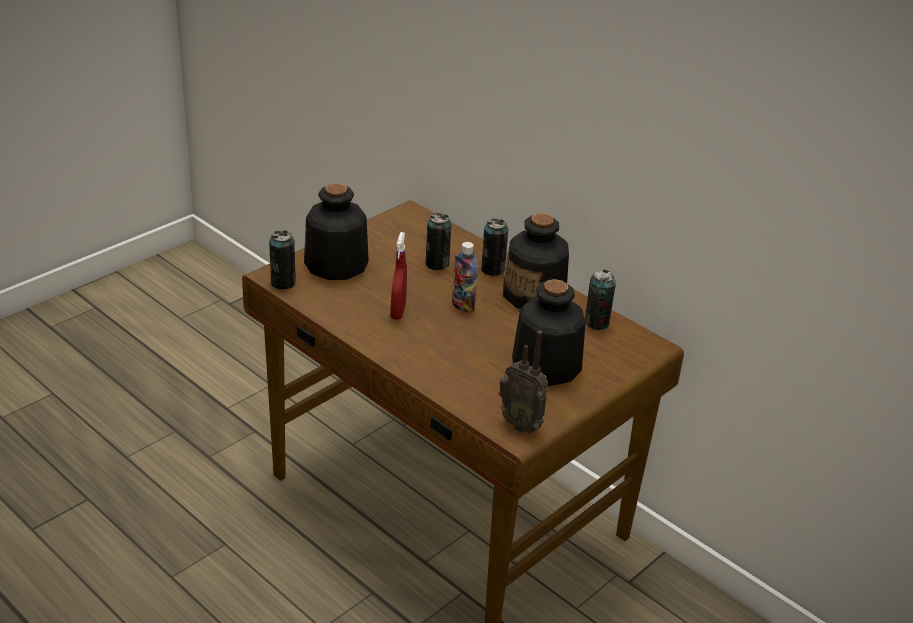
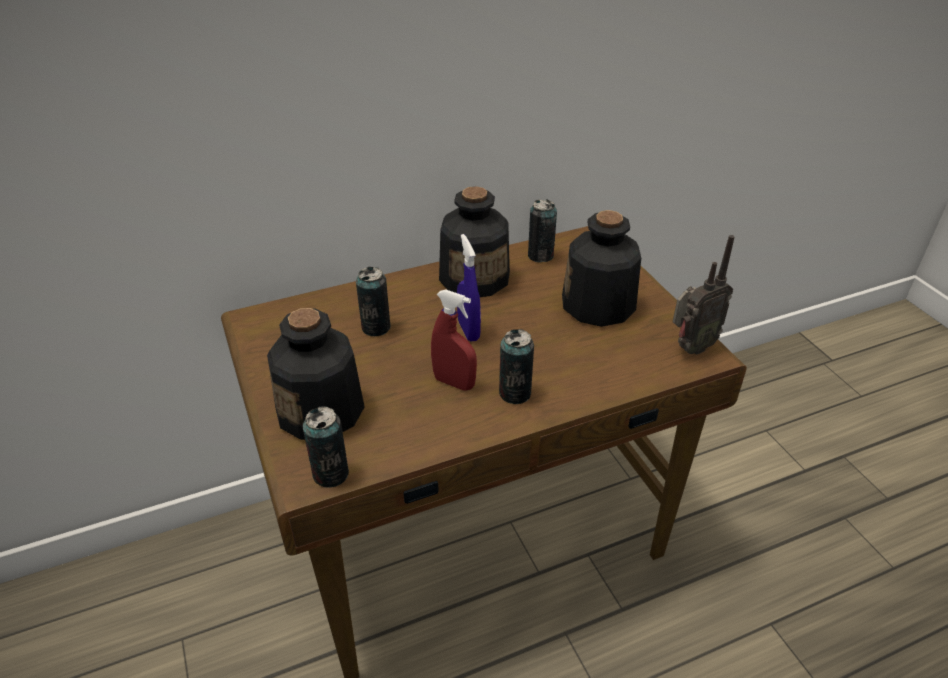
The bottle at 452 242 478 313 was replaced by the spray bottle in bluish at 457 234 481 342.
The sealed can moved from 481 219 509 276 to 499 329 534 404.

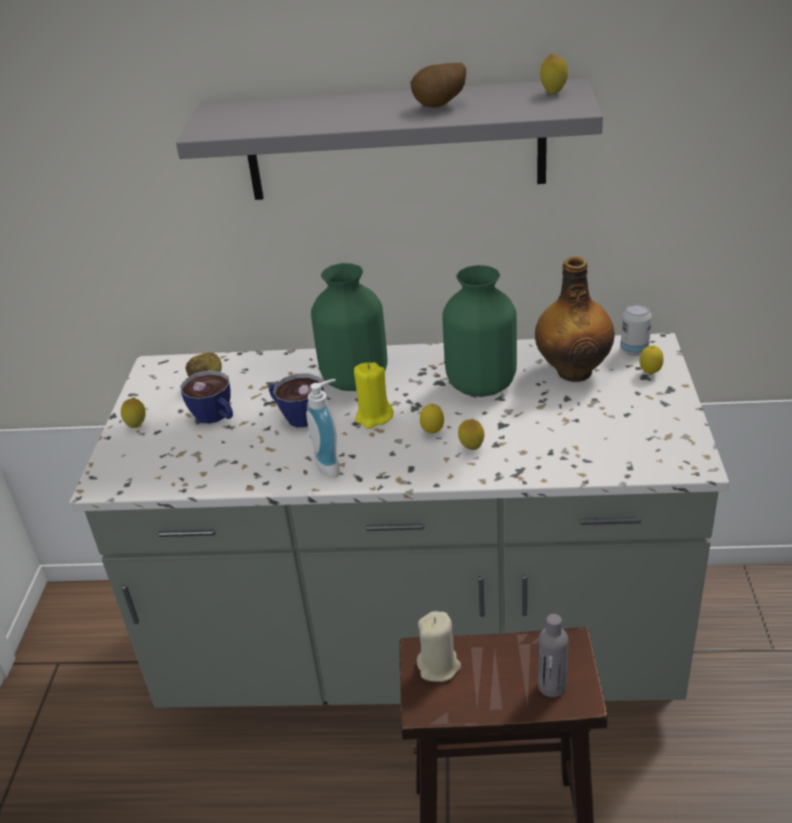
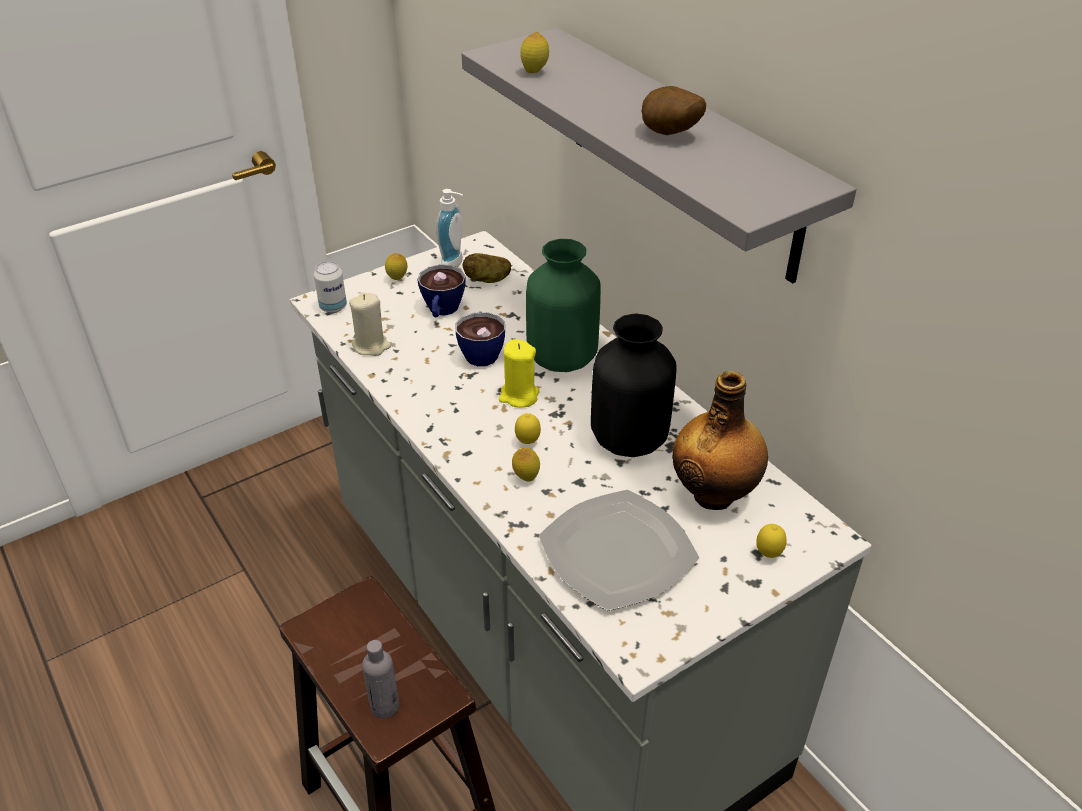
The sealed can moved from 620 303 652 356 to 314 261 347 313.
The candle in beige-coloured moved from 417 611 461 682 to 349 293 391 356.
The soap bottle moved from 306 379 340 478 to 436 189 463 267.
The whole lemon moved from 540 54 568 94 to 520 32 549 73.
The flat dish at 539 490 699 611 appeared.
The flower vase in green-coloured at 442 265 517 397 became the flower vase in black at 591 314 677 457.

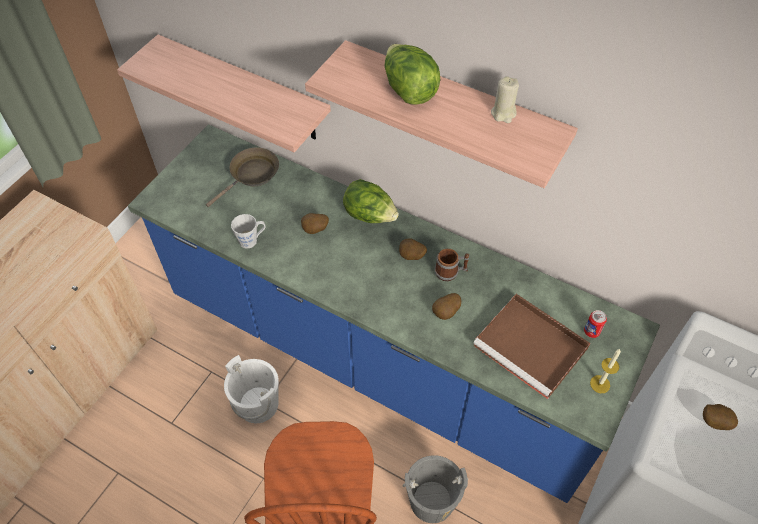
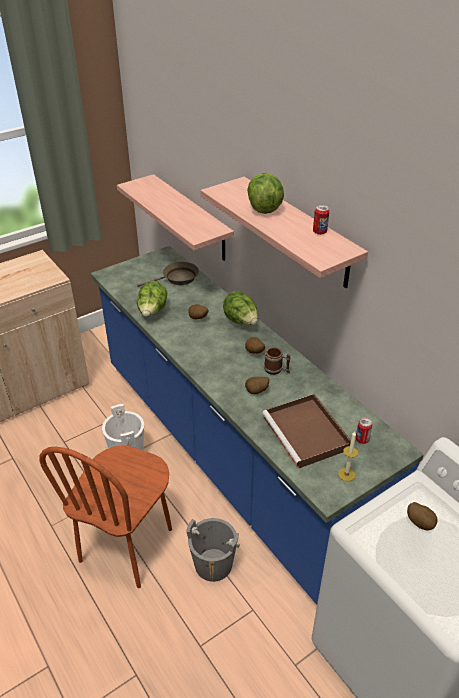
The tea mug in greyish at 231 214 266 249 was replaced by the lettuce at 137 281 167 317.
The candle in beige-coloured at 491 76 519 123 was replaced by the sealed can at 313 205 329 235.

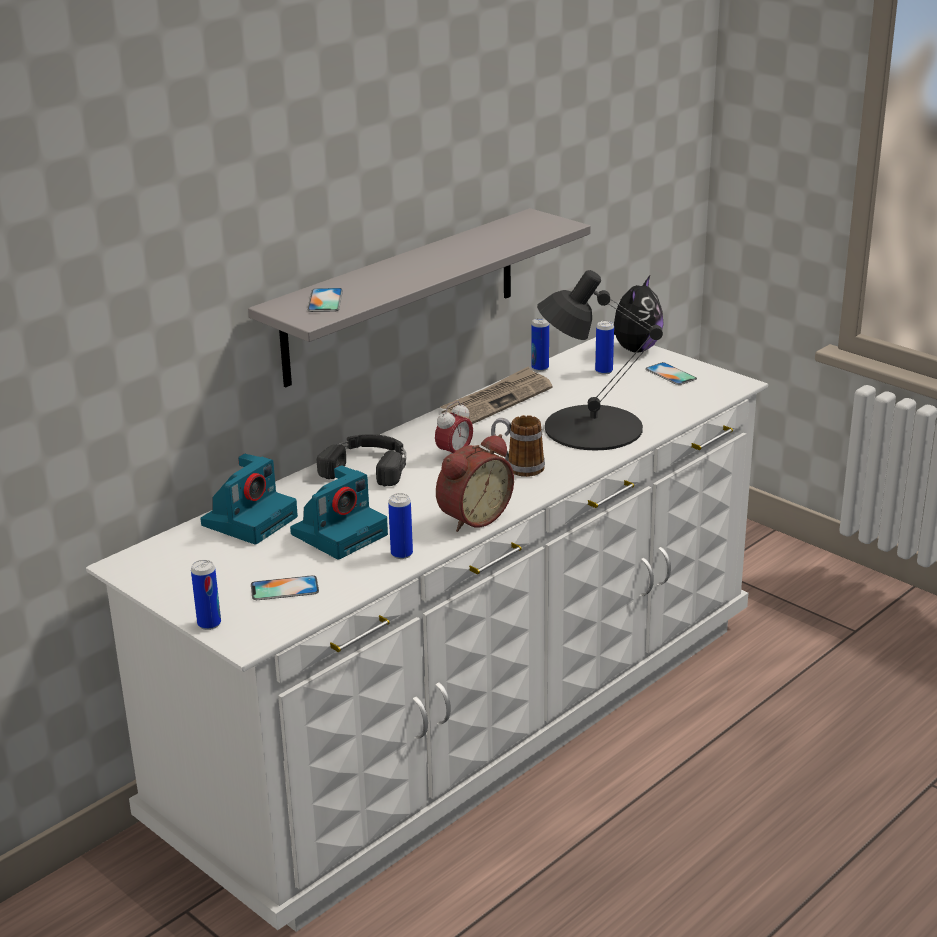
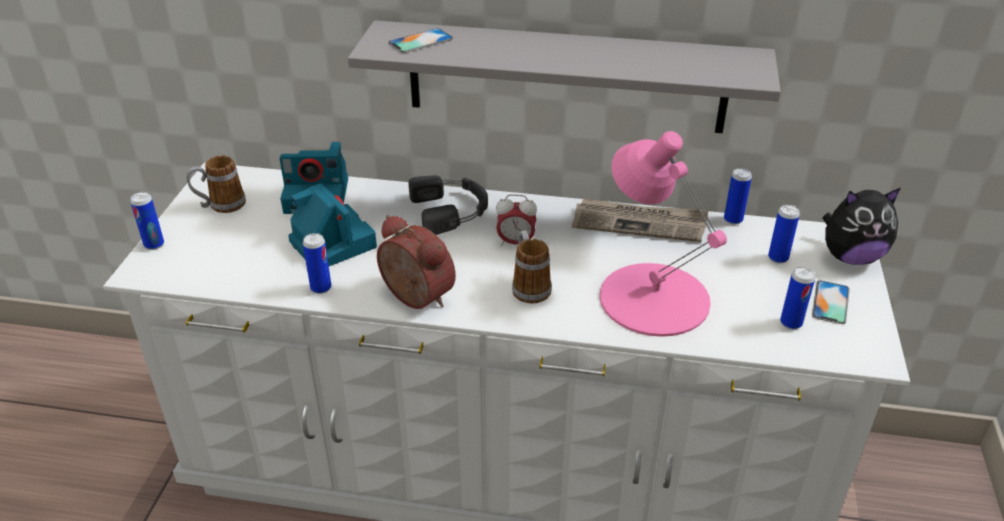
The tea mug at 186 155 246 213 appeared.
The still camera at 290 465 388 560 turned 135 degrees counterclockwise.
The table clock at 436 434 514 532 turned 150 degrees counterclockwise.
The table lamp in black at 537 270 663 450 became the table lamp in pink at 600 131 727 337.
The sealed can at 780 267 815 329 appeared.
The handset at 251 575 319 600 disappeared.

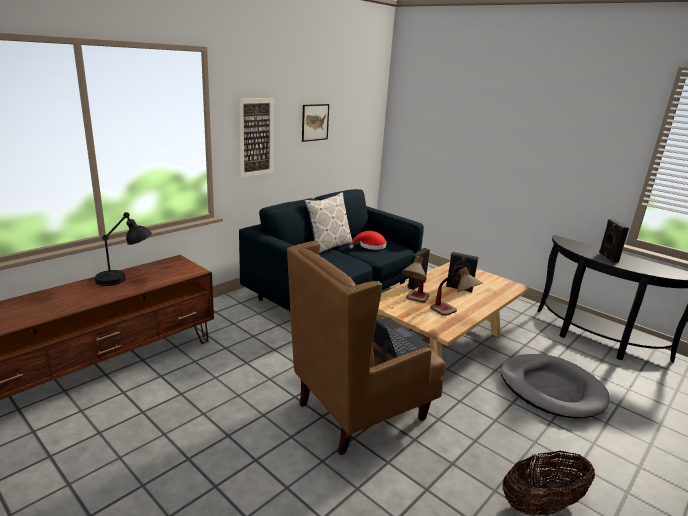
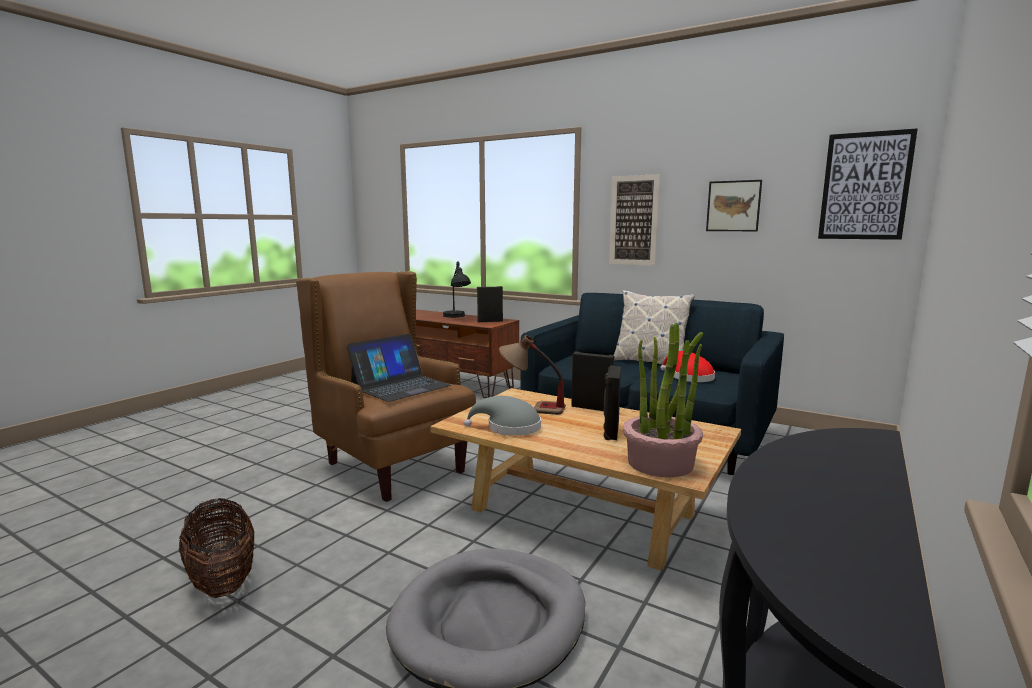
The table lamp at 430 268 483 316 was replaced by the clothing hat in greyish at 464 396 541 436.
The speaker in black moved from 599 219 629 263 to 477 286 503 322.
The potted plant at 623 322 703 477 appeared.
The wall picture at 818 128 918 240 appeared.

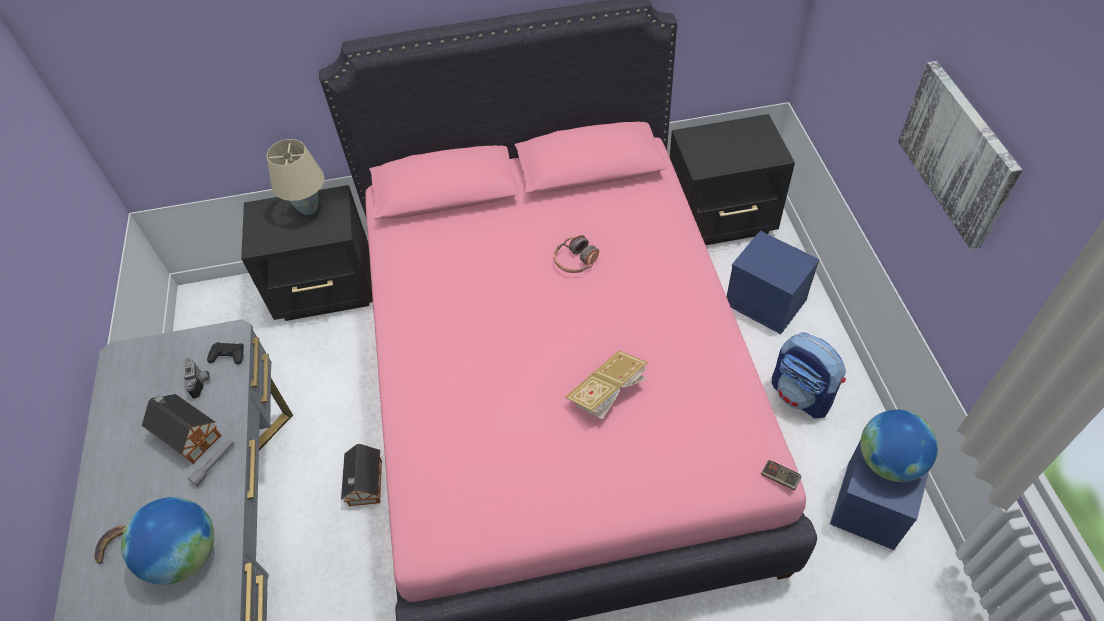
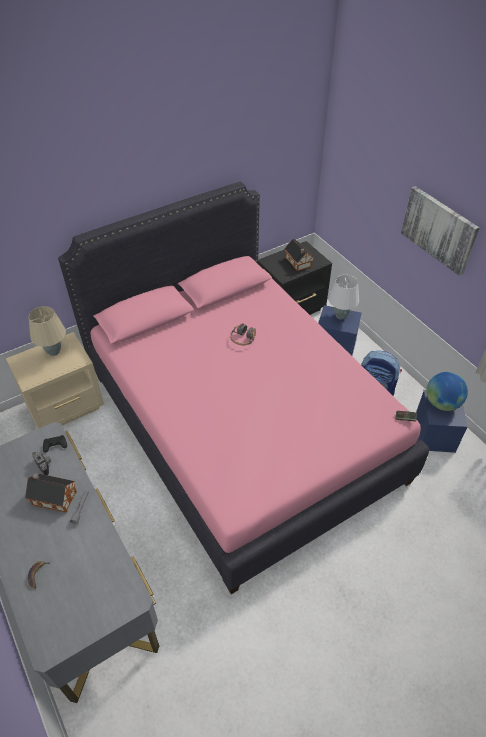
The bedside table in black at 241 185 373 321 became the bedside table in beige-coloured at 6 332 104 429.
The miniature house moved from 341 444 382 506 to 284 239 314 271.
The table lamp in white at 328 275 359 319 appeared.
The globe at 121 497 214 585 disappeared.
The book at 565 351 648 419 disappeared.

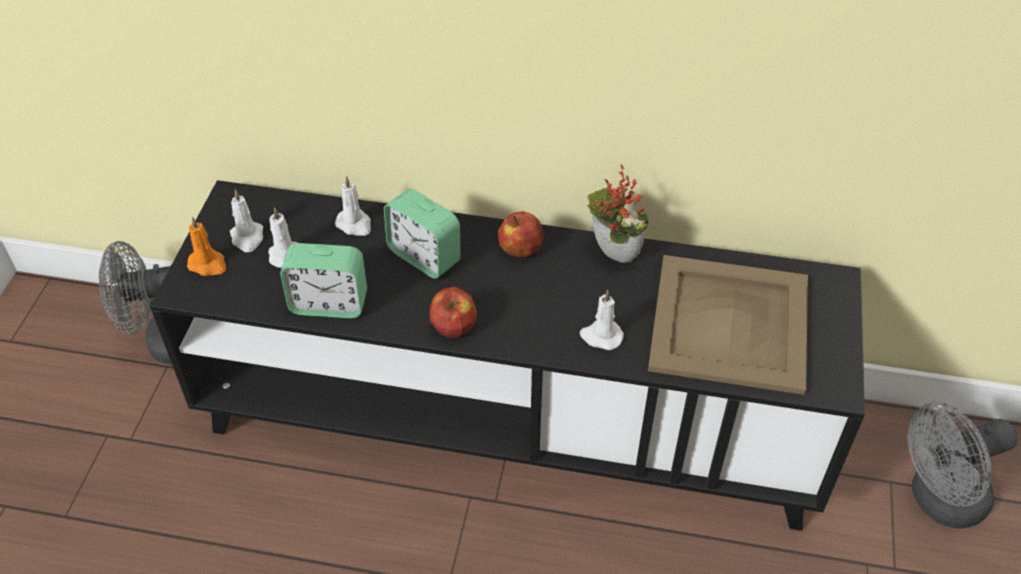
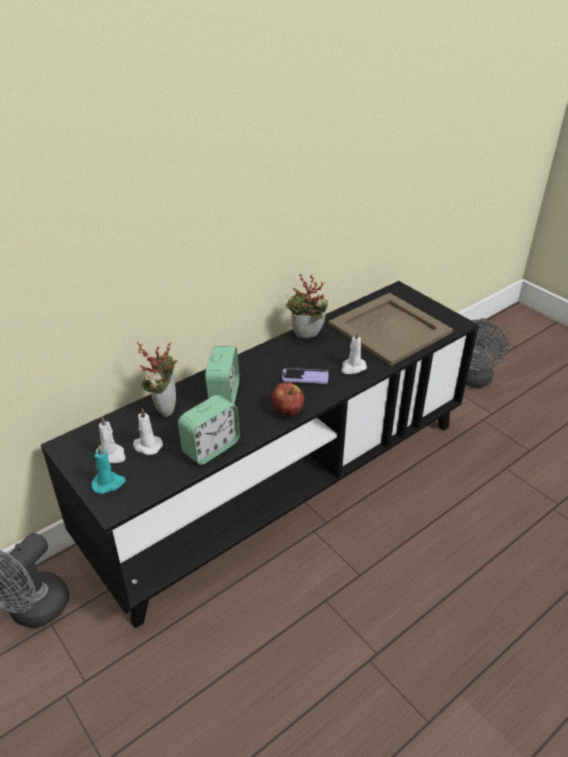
The candle in orange-coloured at 187 216 226 276 became the candle in turquoise at 91 445 126 494.
The candle in white at 335 176 371 236 was replaced by the potted plant at 137 342 177 417.
The table clock at 384 189 460 279 turned 75 degrees counterclockwise.
The handset at 282 368 329 384 appeared.
The apple fruit at 498 211 544 258 disappeared.

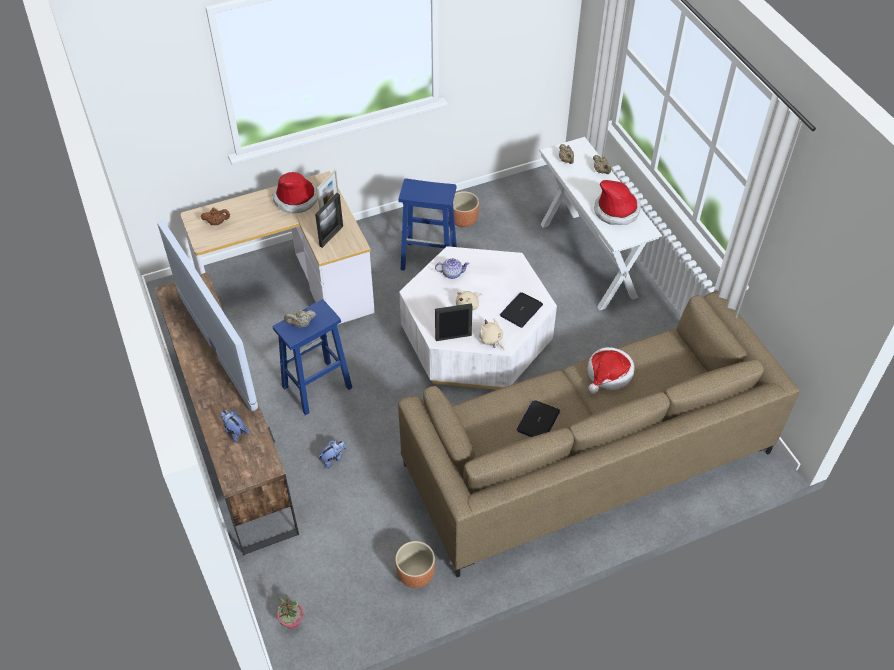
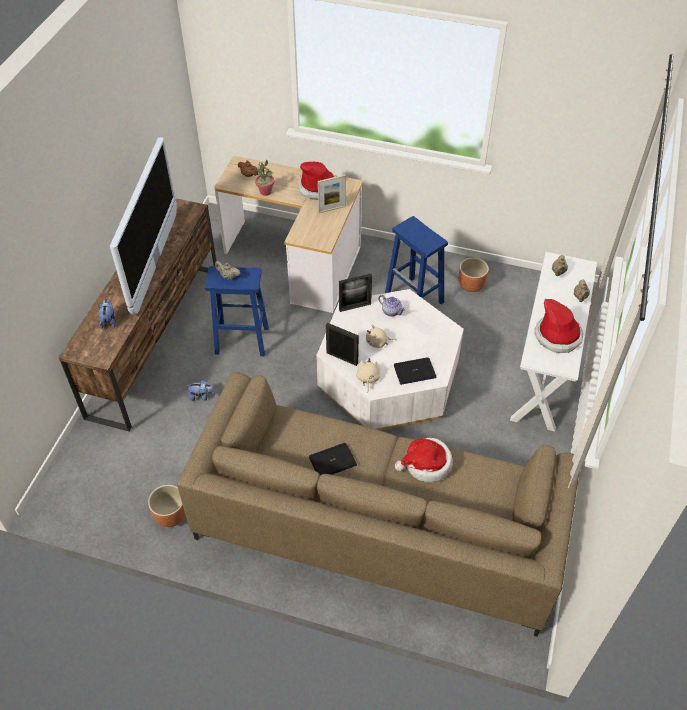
The potted plant moved from 277 593 303 629 to 255 160 274 196.
The photo frame moved from 315 193 343 248 to 339 274 372 312.

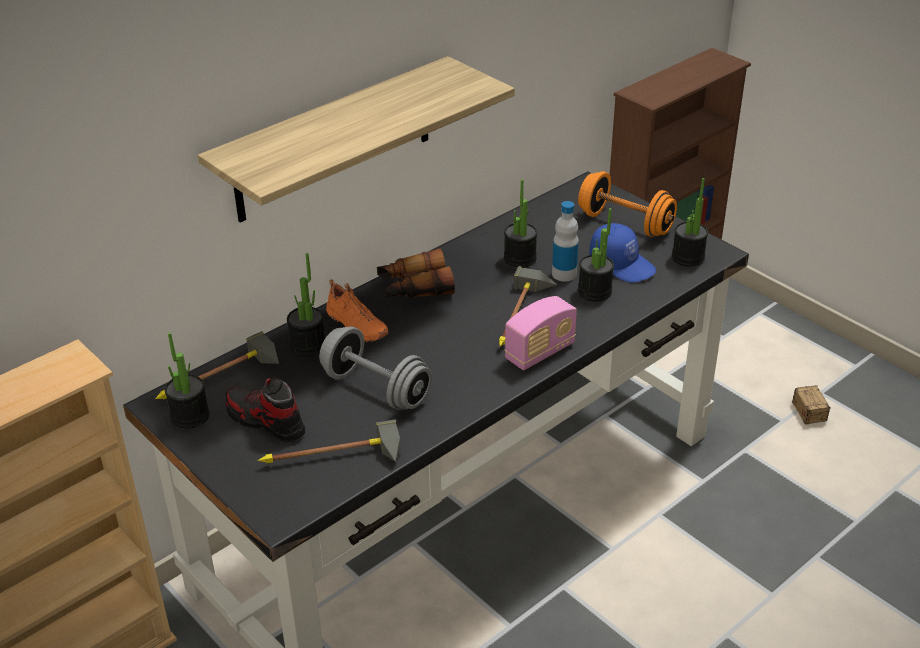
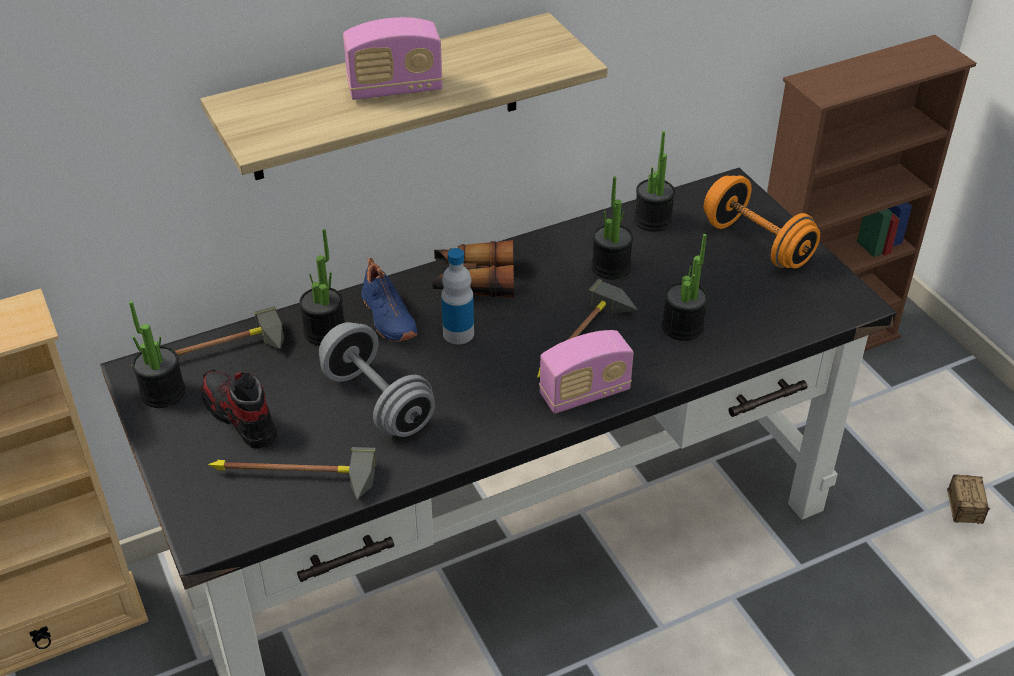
The radio at 343 17 443 100 appeared.
The low shoe in orange-coloured at 326 279 389 342 became the low shoe in bluish at 361 258 417 342.
The bottle moved from 552 201 579 281 to 441 248 474 344.
The potted plant moved from 672 178 708 267 to 634 131 675 232.
The baseball cap in bluish at 589 223 656 283 disappeared.

